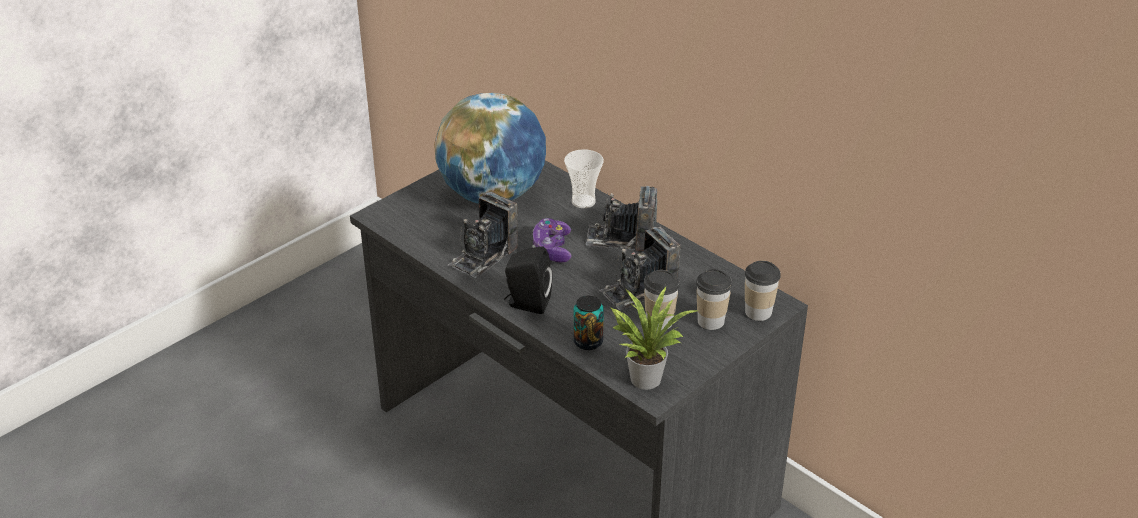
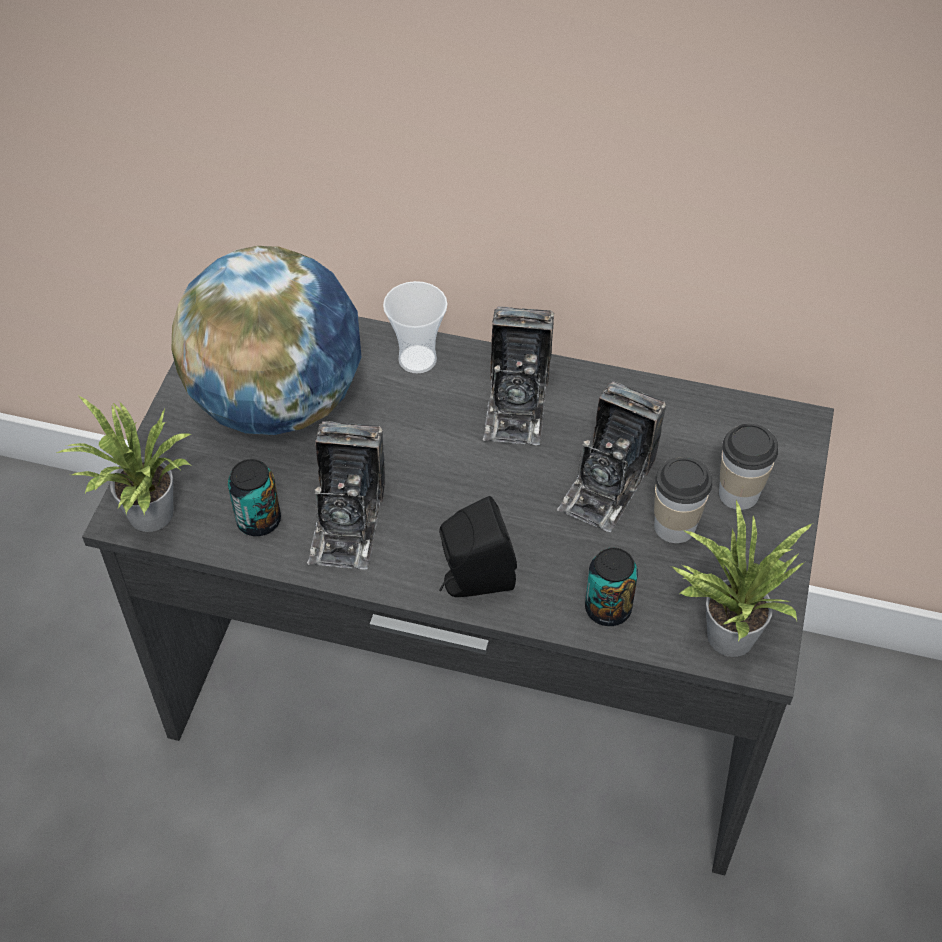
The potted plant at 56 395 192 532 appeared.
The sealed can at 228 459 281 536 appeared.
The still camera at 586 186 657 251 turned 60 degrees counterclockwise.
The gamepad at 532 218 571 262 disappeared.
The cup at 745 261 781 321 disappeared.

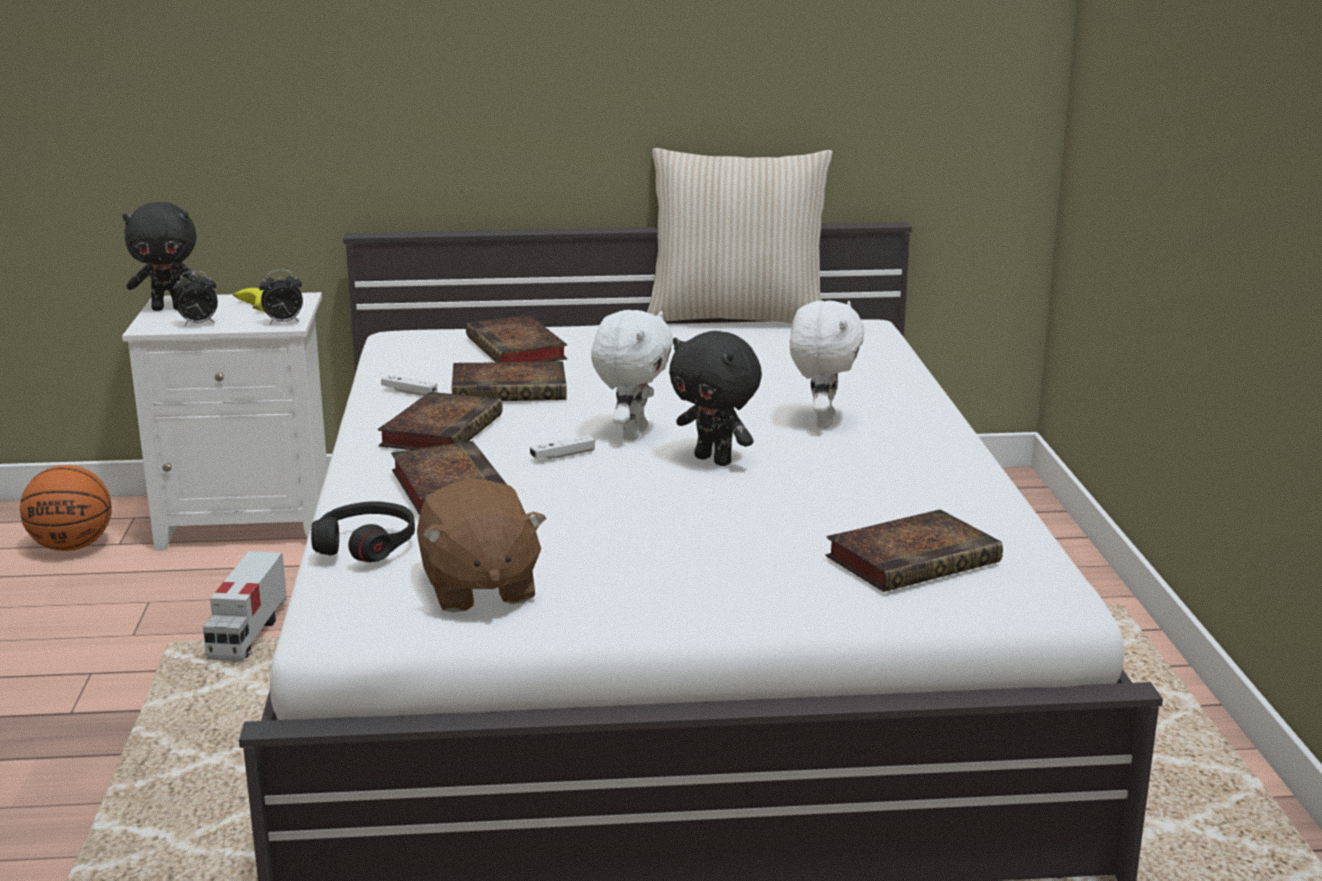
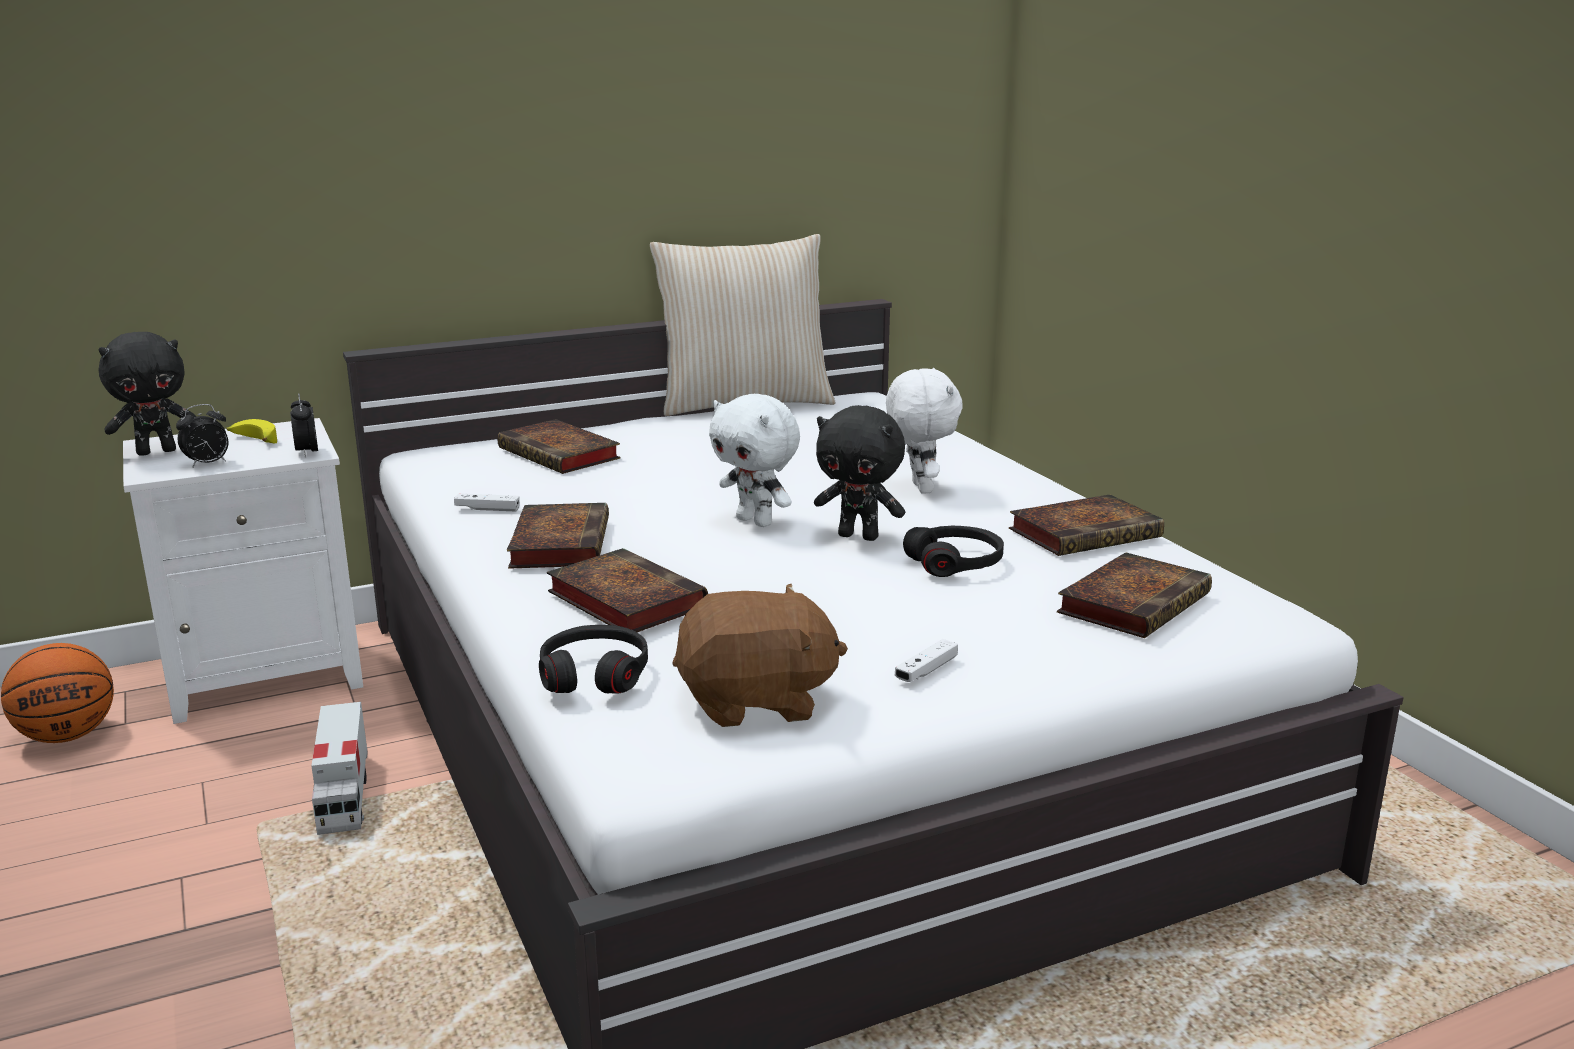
The table clock at 259 270 303 324 turned 105 degrees clockwise.
The cuddly toy in brownish at 417 479 546 613 turned 60 degrees counterclockwise.
The cuddly toy in white at 591 310 673 440 turned 135 degrees clockwise.
The gamepad in white moved from 530 435 595 460 to 895 639 958 682.
The headset in black at 903 526 1004 577 appeared.
The book moved from 452 361 567 401 to 1009 495 1164 556.

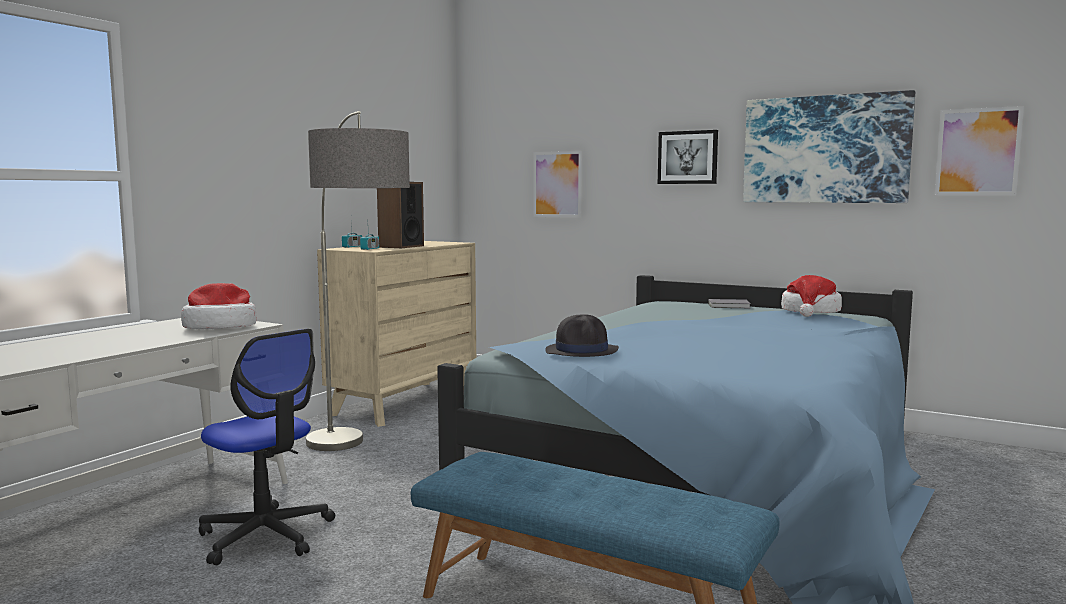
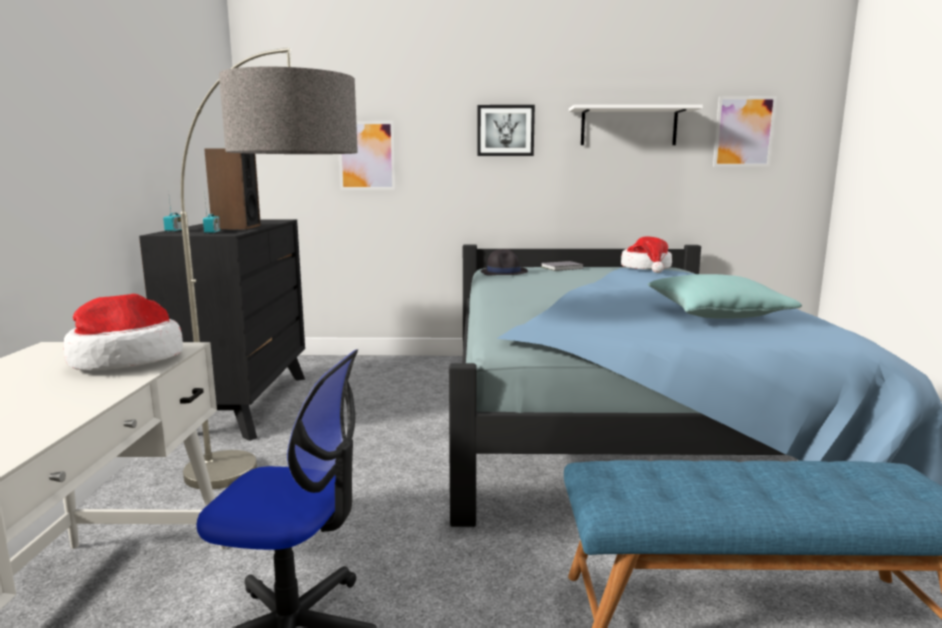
The dresser in beige-coloured at 317 241 476 427 became the dresser in black at 139 219 305 441.
The clothing hat in black moved from 545 314 619 357 to 480 249 528 276.
The wall picture at 743 90 915 203 was replaced by the shelf in white at 569 105 703 145.
The throw pillow in turquoise at 647 274 802 319 appeared.

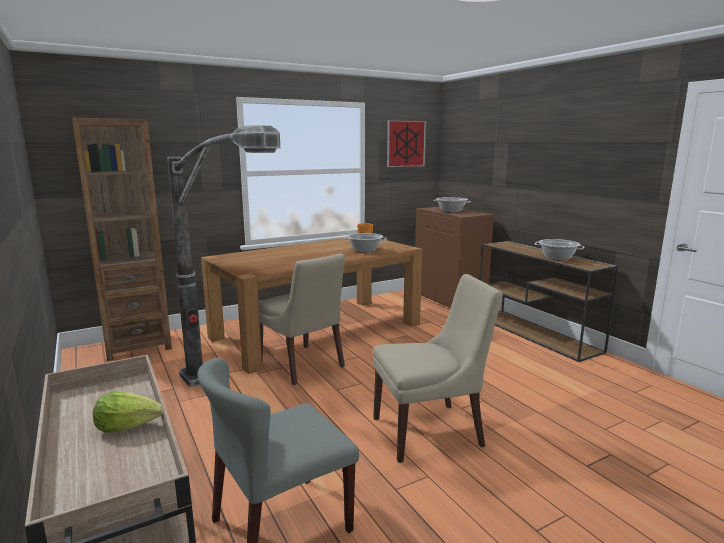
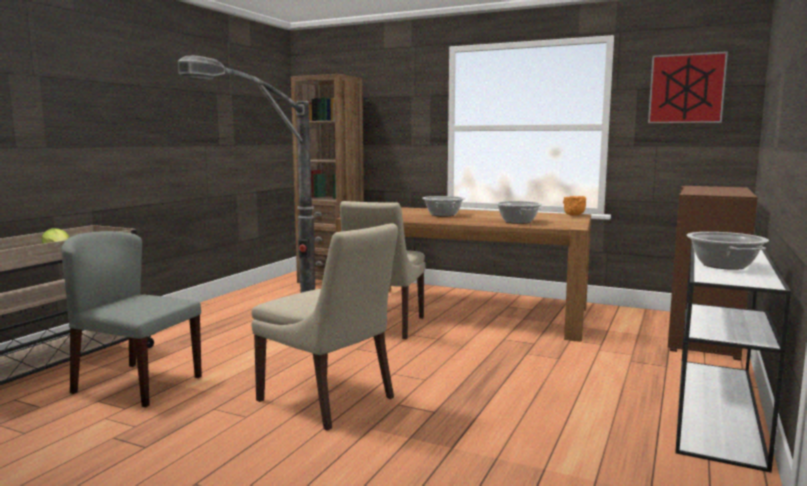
The stockpot moved from 433 197 471 213 to 422 196 465 216.
The narrow table in brownish at 479 241 619 362 became the narrow table in white at 675 242 791 473.

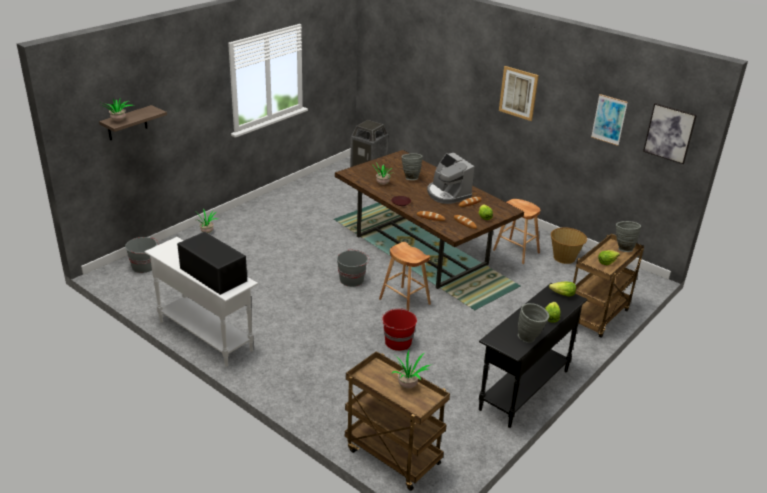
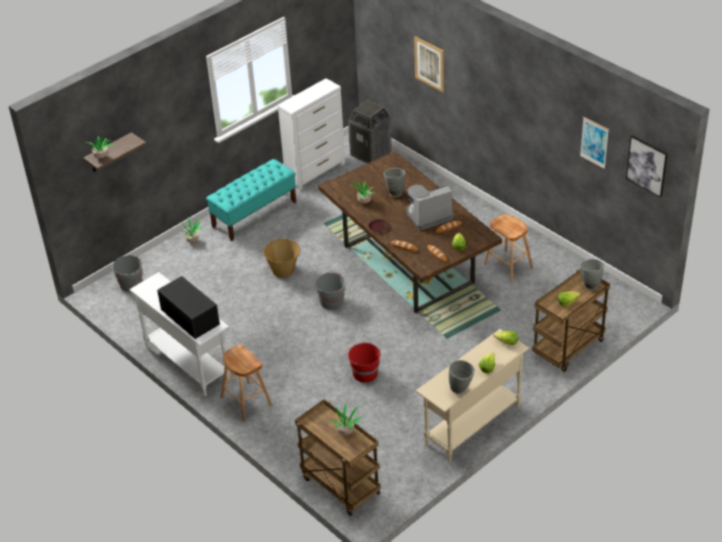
The bench in turquoise at 206 159 296 241 appeared.
The stool seat in brownish moved from 379 242 431 311 to 221 344 272 422.
The storage basket moved from 551 227 587 264 to 263 239 300 278.
The dresser in white at 277 78 345 191 appeared.
The coffee brewer at 427 153 474 204 turned 90 degrees clockwise.
The wall picture moved from 499 66 539 121 to 414 36 444 92.
The narrow table in black at 479 283 587 428 became the narrow table in beige-coloured at 416 329 529 463.

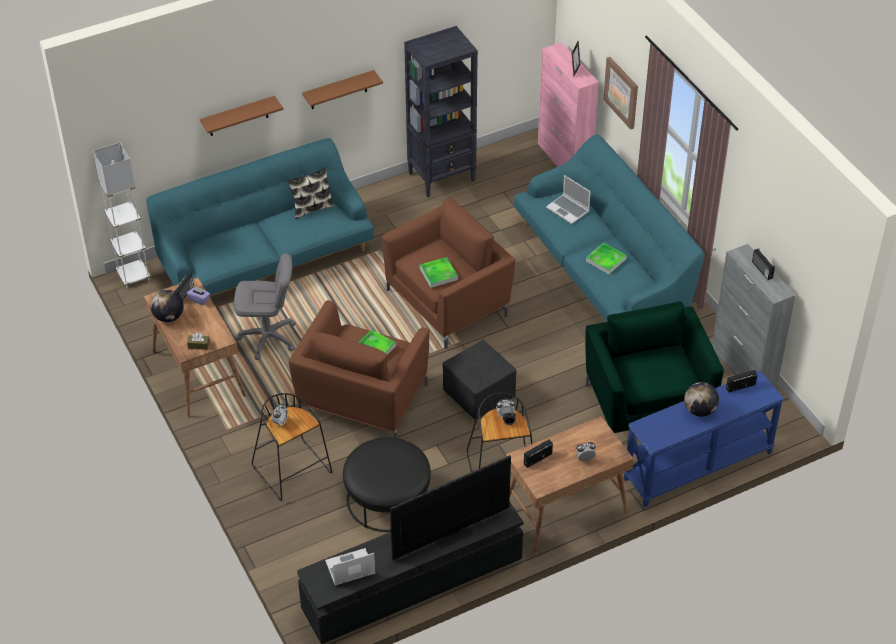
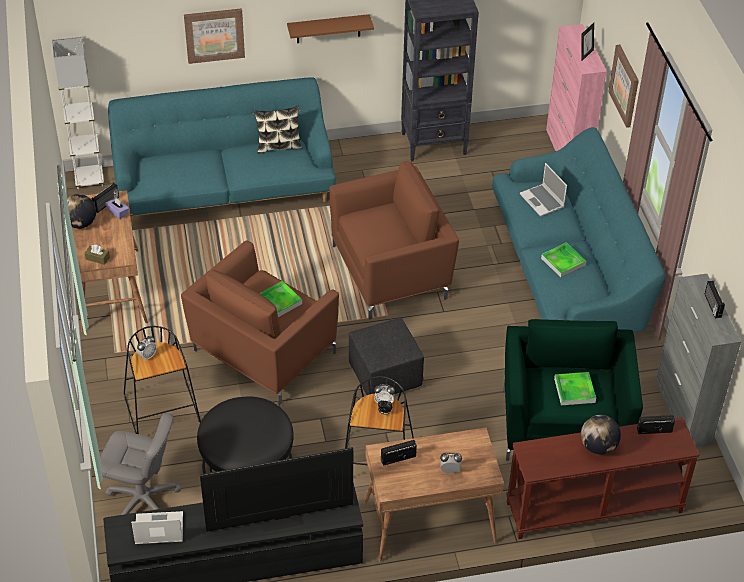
The desk chair in greyish moved from 234 254 296 360 to 100 413 181 515.
The shelf in brownish at 200 96 283 136 was replaced by the wall picture at 184 8 245 64.
The narrow table in bluish at 624 370 784 507 became the narrow table in brownish at 506 417 700 539.
The carrying tray moved from 420 257 458 288 to 554 372 596 405.

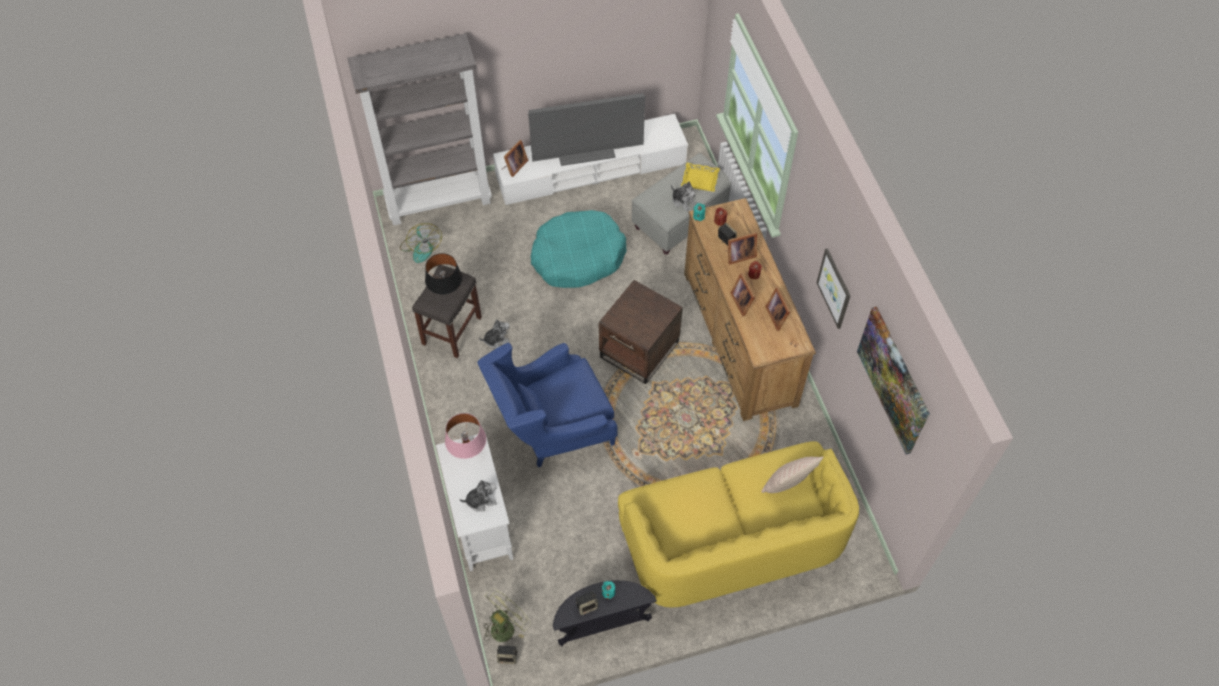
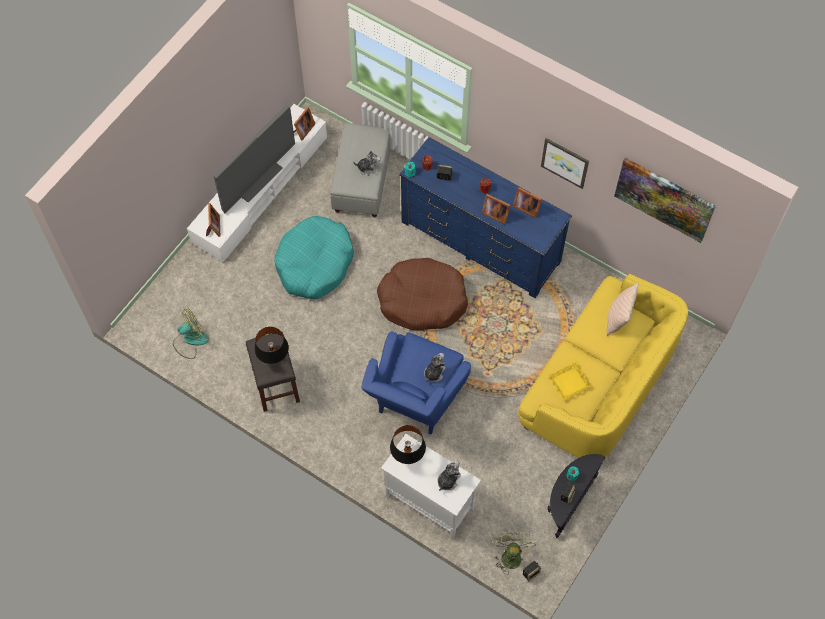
The cooling fan at 400 223 442 263 turned 60 degrees counterclockwise.
The photo frame moved from 727 232 757 265 to 294 107 316 140.
The end table in brownish at 599 280 683 384 was replaced by the dog cushion in brownish at 377 258 468 330.
The table lamp in pink at 445 413 486 459 became the table lamp in black at 390 425 426 464.
The dresser in brownish at 684 198 816 421 became the dresser in bluish at 399 137 572 298.
The cuddly toy moved from 479 319 510 348 to 424 353 446 382.
The carrying tray in yellowish moved from 681 163 720 192 to 548 361 593 401.
The shelving unit in greyish at 347 34 492 226 disappeared.

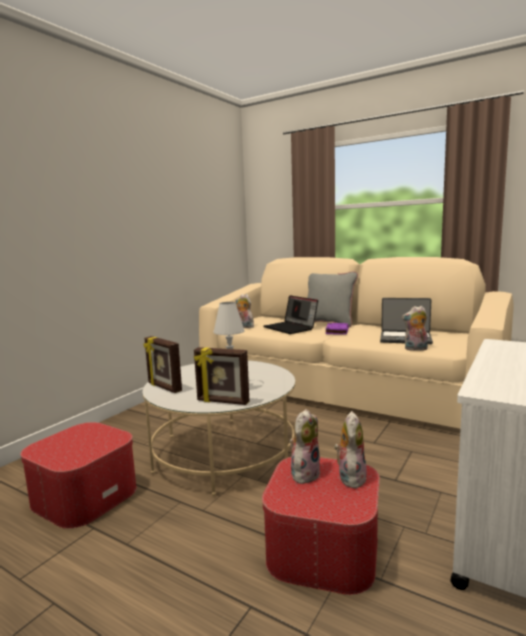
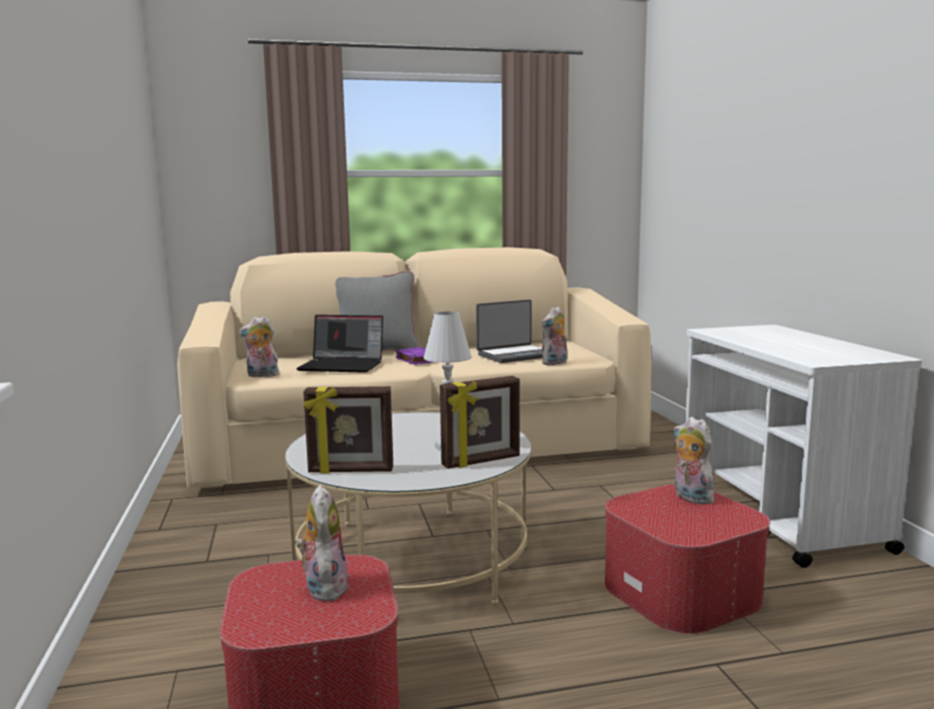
The cuddly toy moved from 290 409 321 484 to 296 485 349 601.

